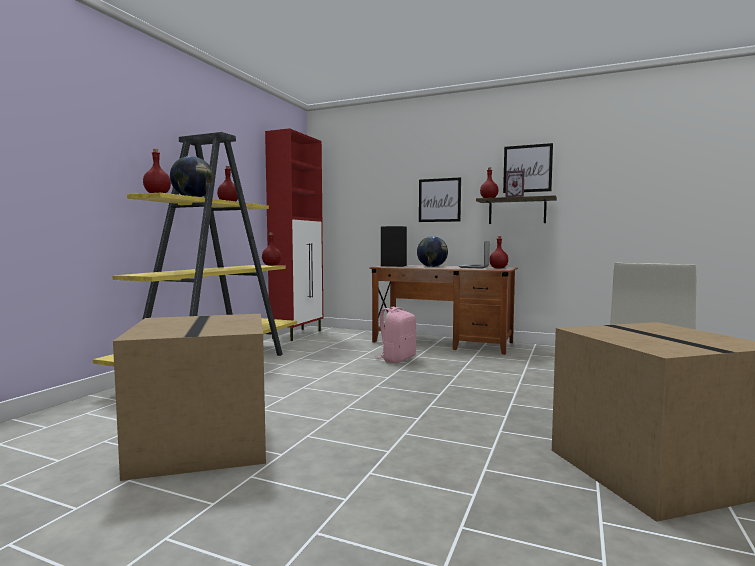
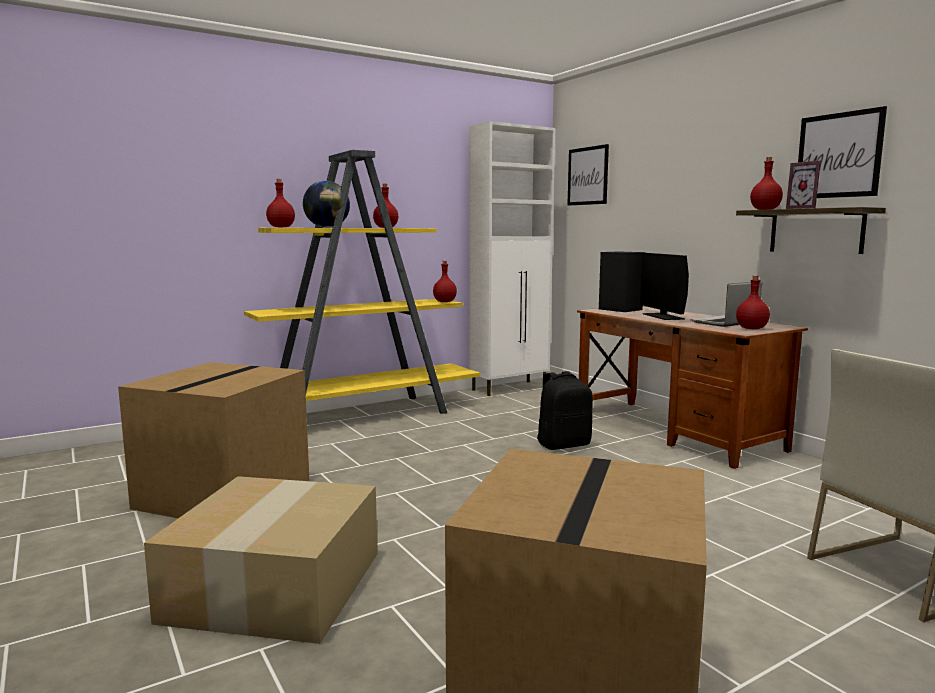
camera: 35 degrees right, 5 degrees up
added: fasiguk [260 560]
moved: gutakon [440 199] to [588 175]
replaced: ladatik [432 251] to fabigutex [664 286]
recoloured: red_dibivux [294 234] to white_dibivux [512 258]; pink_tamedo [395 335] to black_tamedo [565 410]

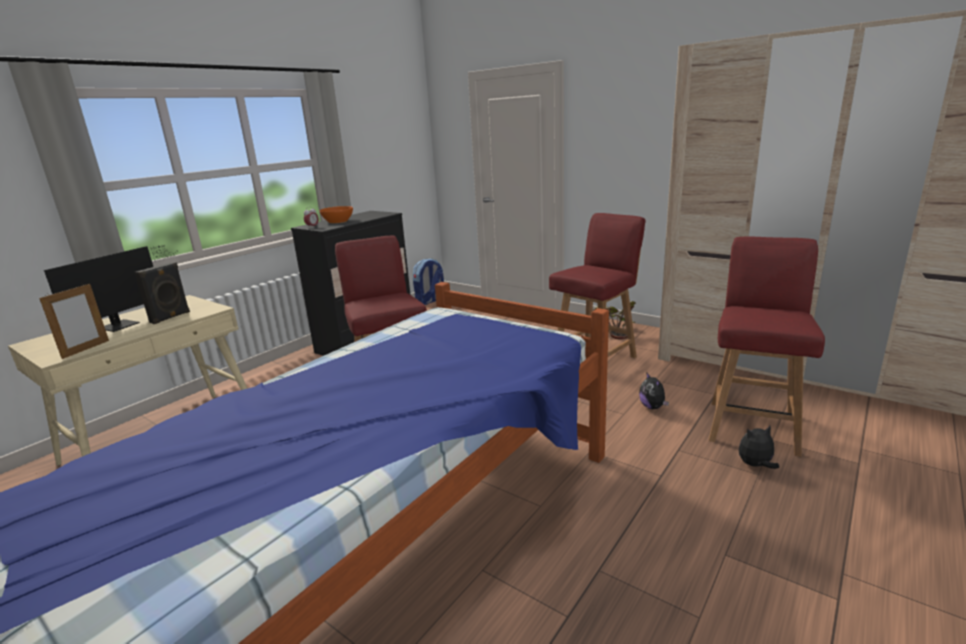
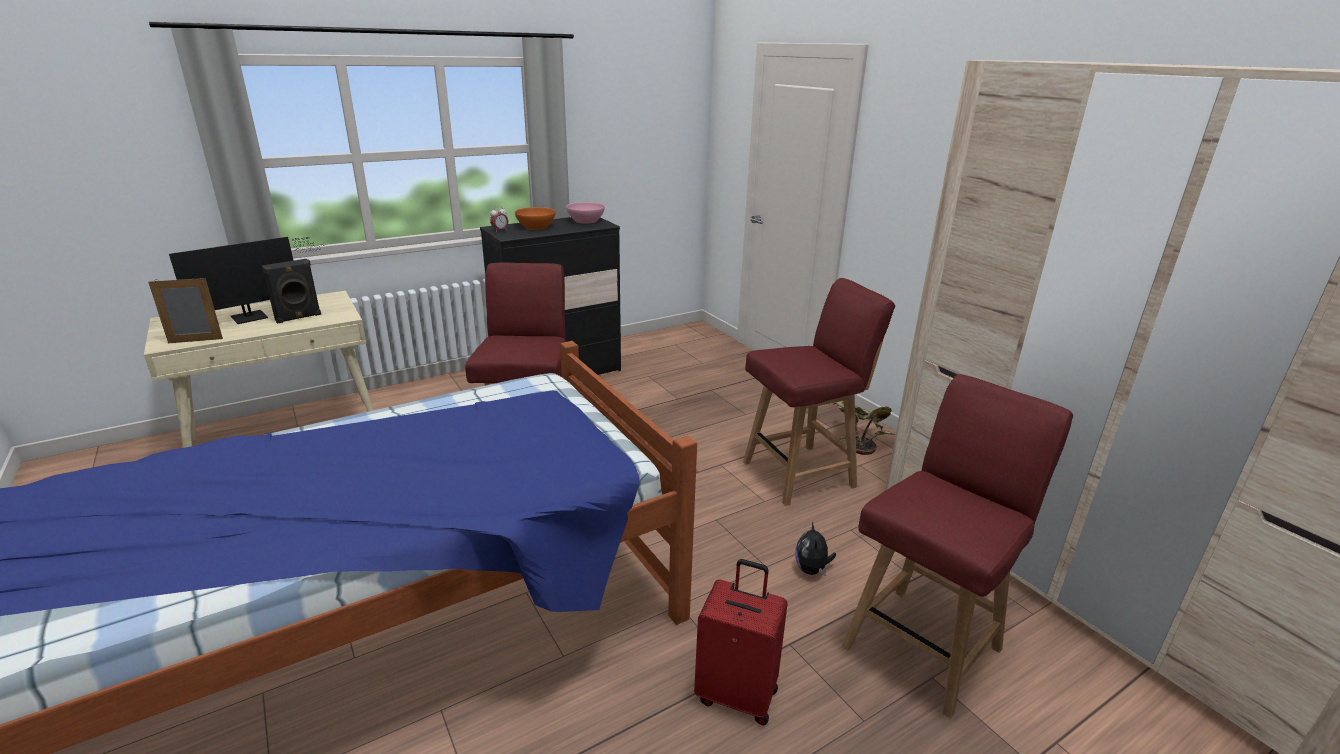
camera: 20 degrees right, 5 degrees up
removed: tamedo [428 281]; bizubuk [759 447]
added: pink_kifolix [585 213]; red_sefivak [741 642]
turned: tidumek [74 321] = [185 310] 150 degrees counterclockwise

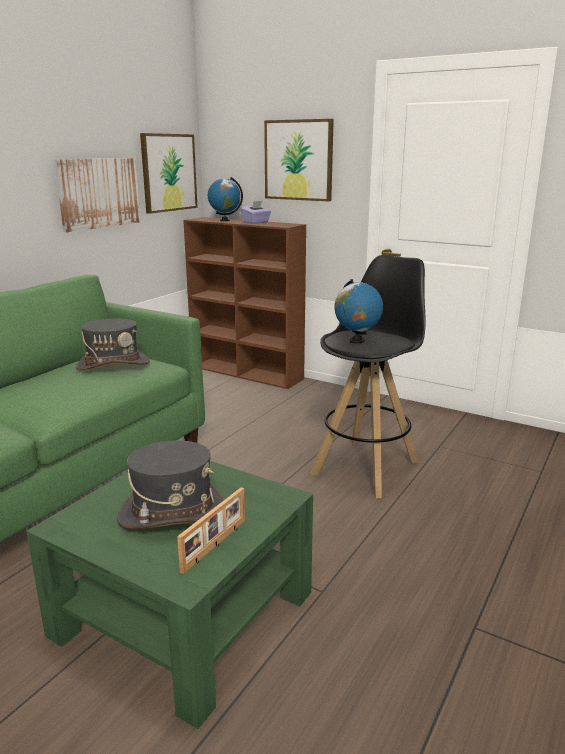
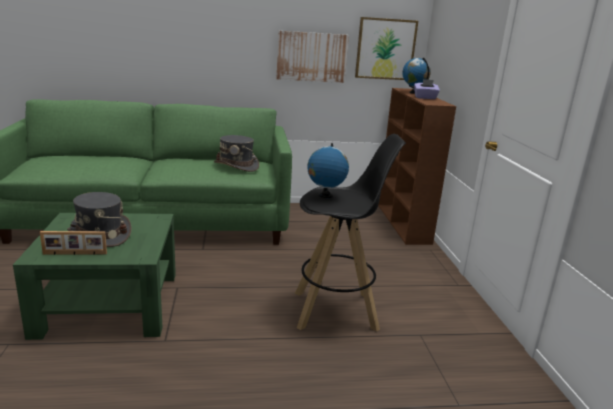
camera: 50 degrees right, 0 degrees up
removed: gutakon [299 160]

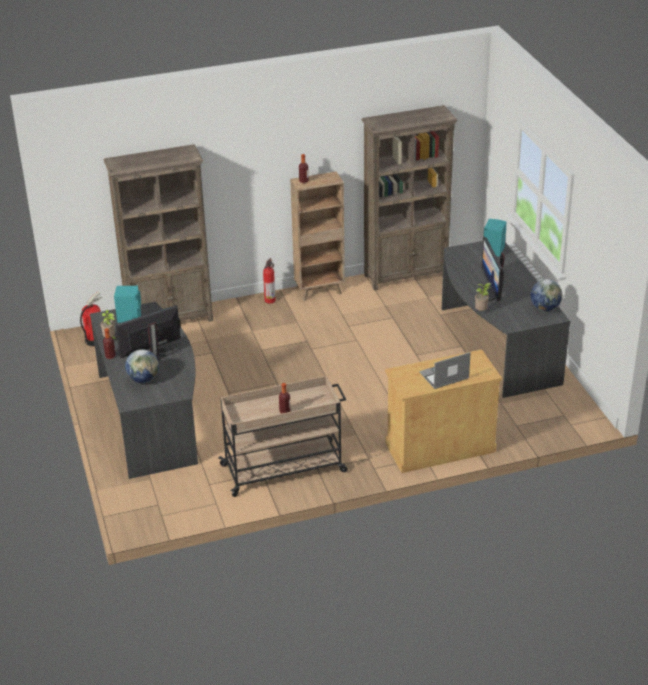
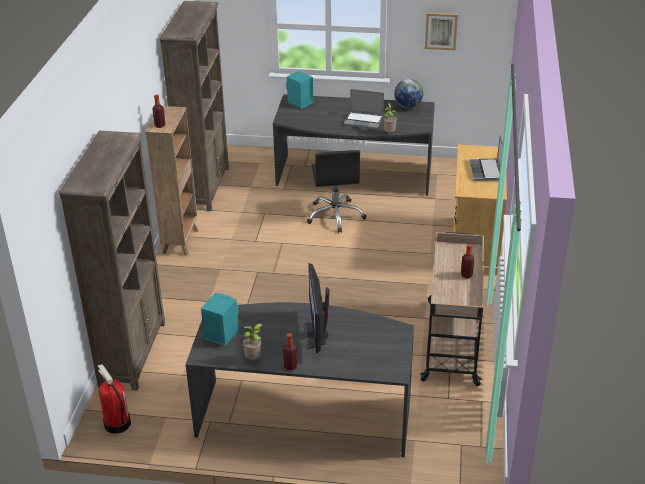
camera: 65 degrees left, 0 degrees up
removed: ladatik [142 366]; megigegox [269 281]
added: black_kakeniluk [337 191]; gutakon [441 31]
replaced: fabigutex [493 269] to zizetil [364 109]

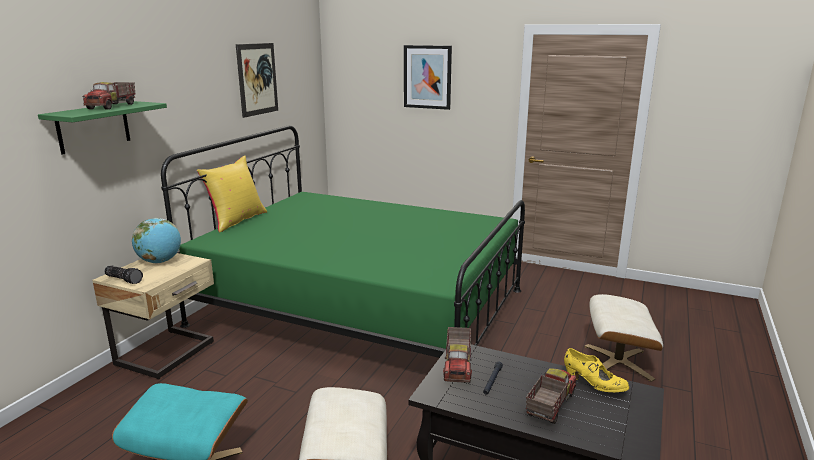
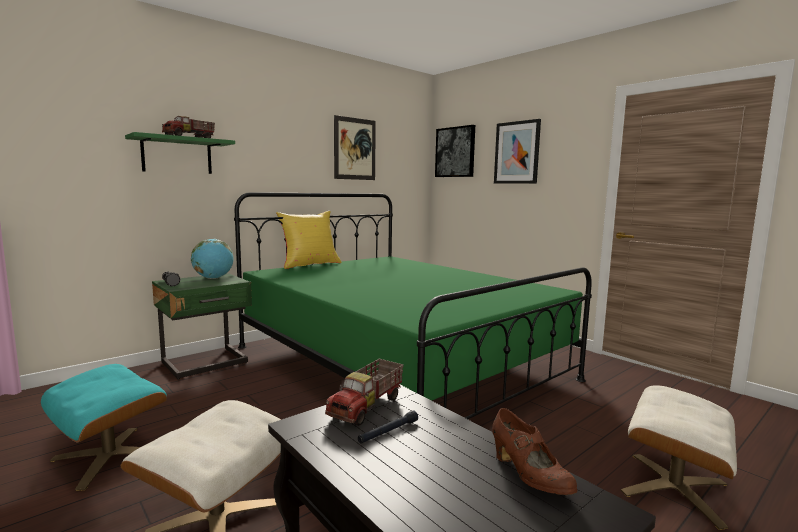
camera: 25 degrees right, 10 degrees down
removed: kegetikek [551 396]
added: gutakon [455 151]
recoloured: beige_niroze [153 316] to green_niroze [202 326]; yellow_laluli [596 370] to brown_laluli [534 451]

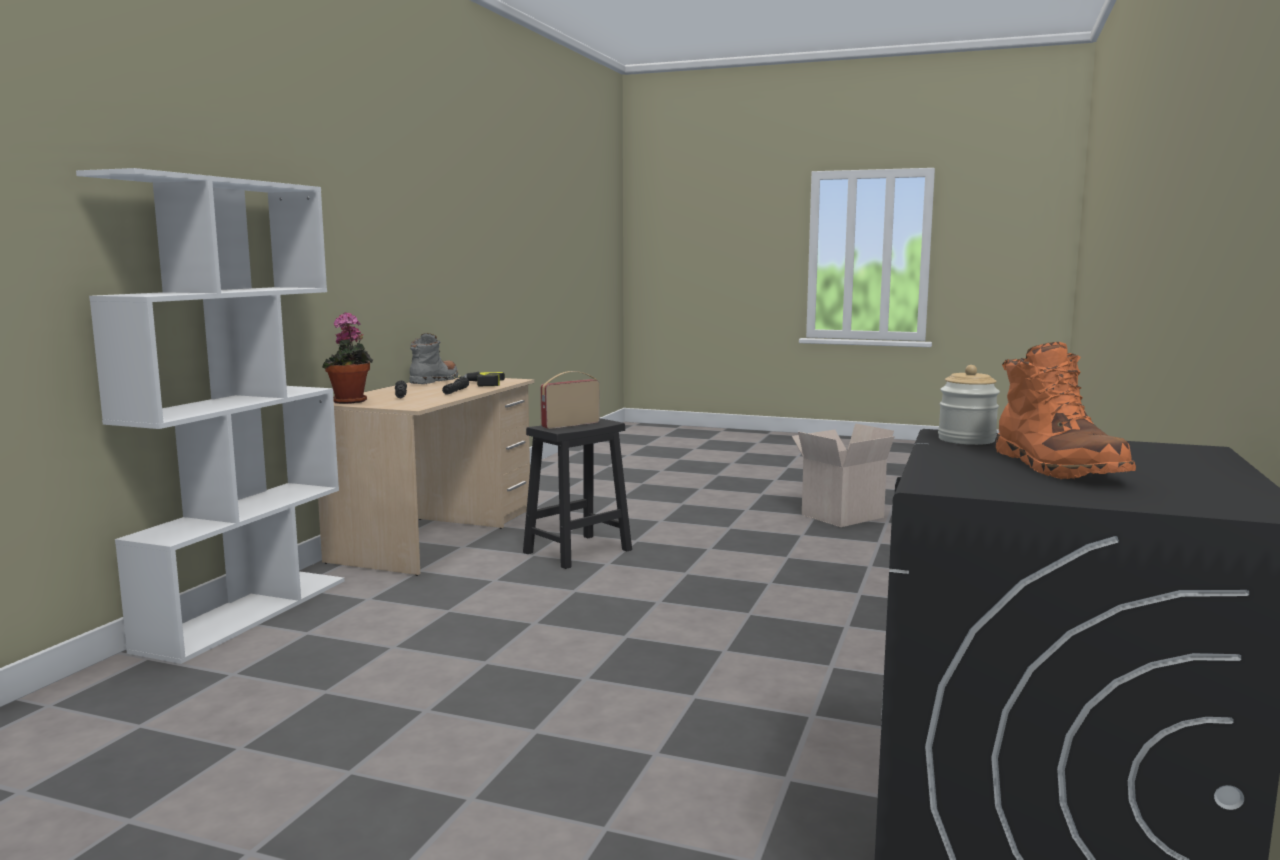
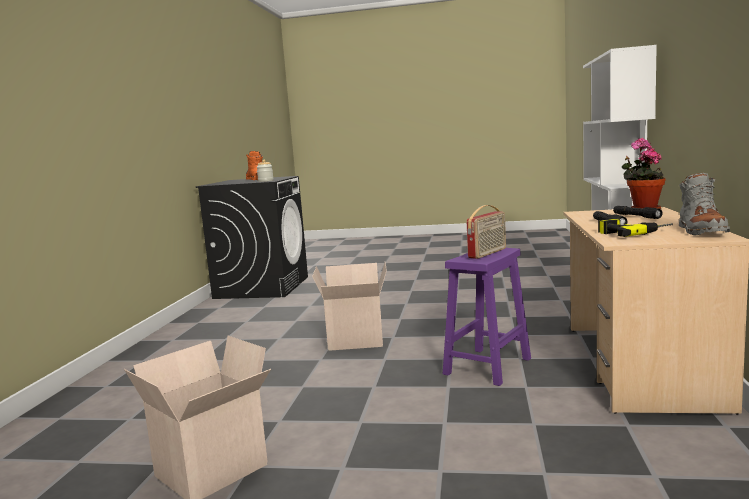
camera: 170 degrees right, 0 degrees up
added: fasiguk [349 307]
recoloured: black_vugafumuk [577 493] to purple_vugafumuk [487 317]

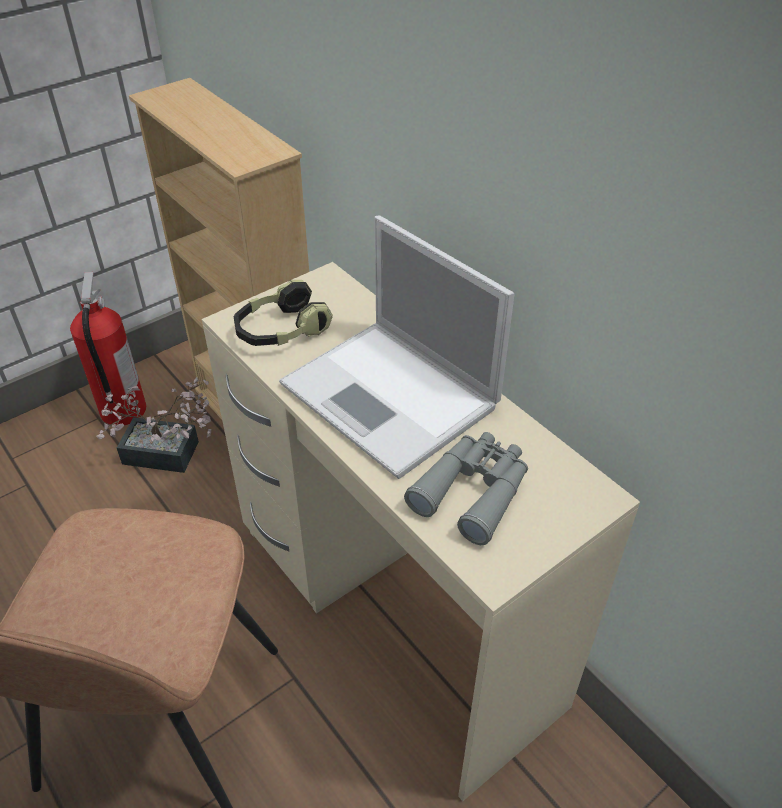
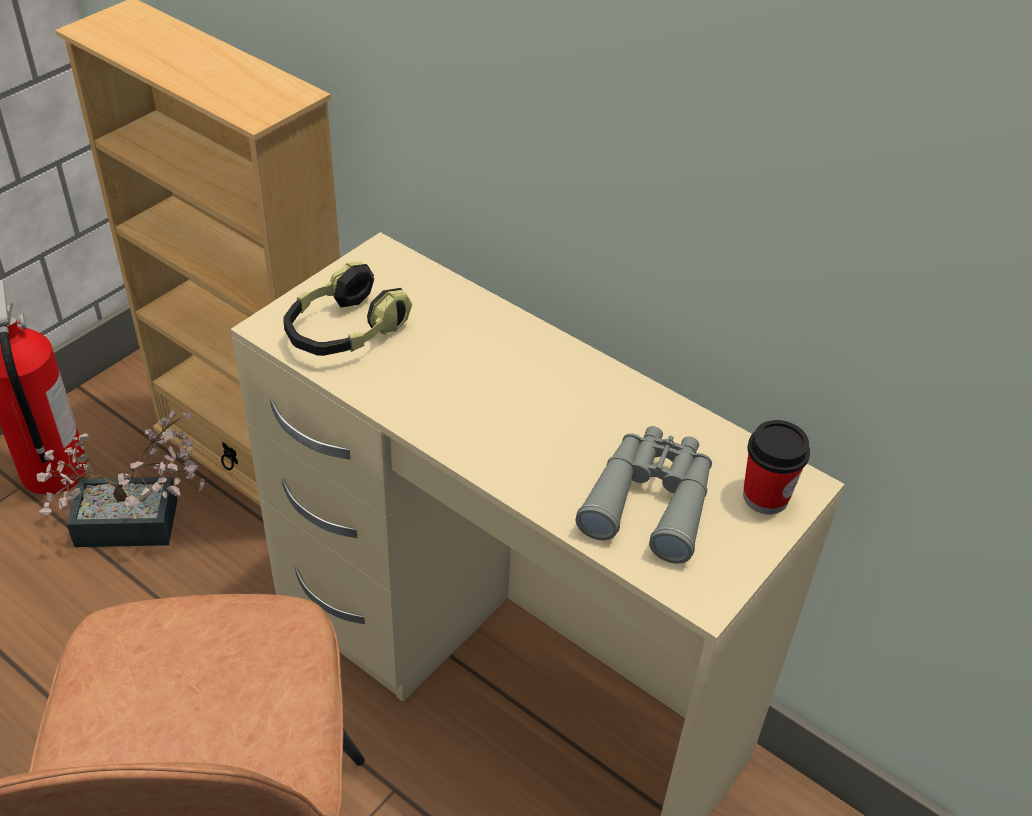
camera: 15 degrees left, 0 degrees up
removed: zizetil [396 347]
added: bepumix [776 467]

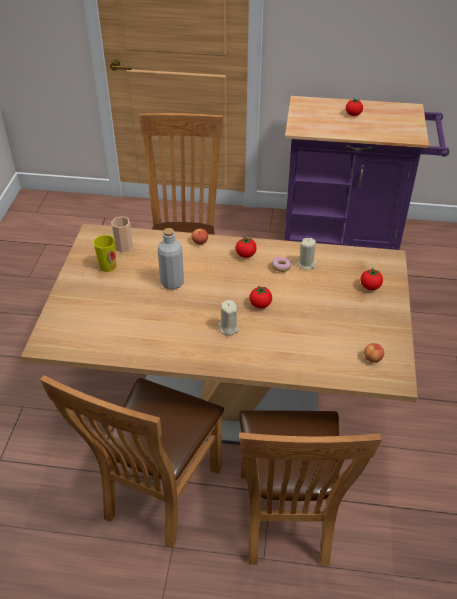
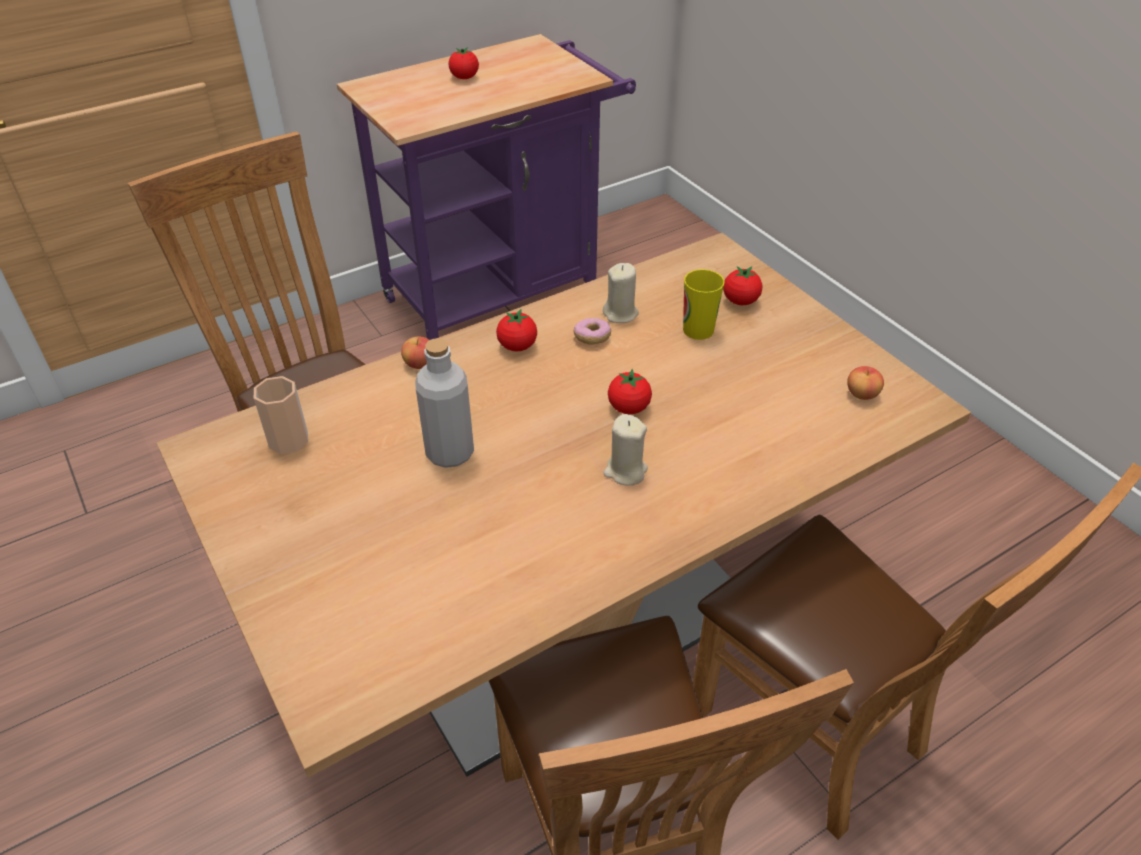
camera: 40 degrees left, 0 degrees up
moved: bepumix [104 253] to [704 304]

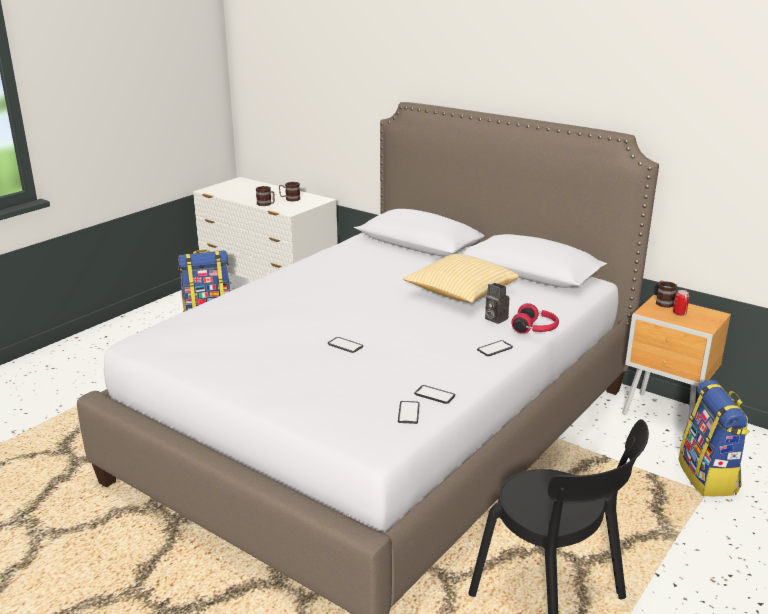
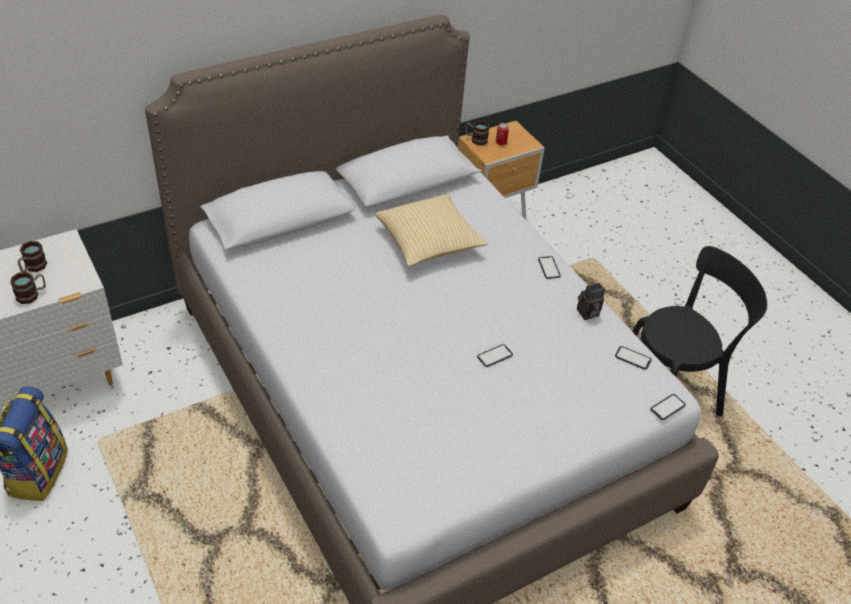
camera: 70 degrees left, 20 degrees up
removed: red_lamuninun [535 318]; tamedo [714 438]
moved: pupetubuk [434 394] to [668 407]; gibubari [497 303] to [591 301]

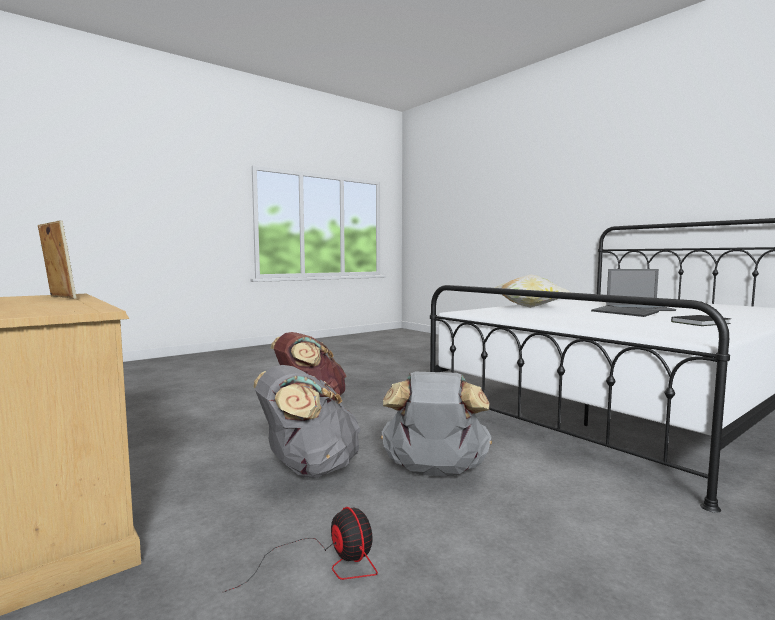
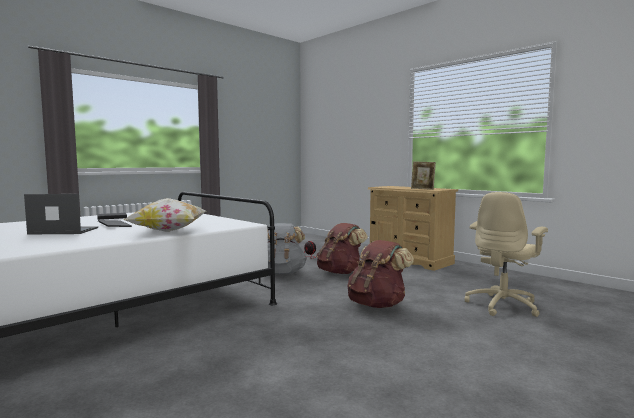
camera: 175 degrees right, 0 degrees up
added: beige_kakeniluk [506 254]
recoloured: grey_tamedo [307 421] to brown_tamedo [342 248]

